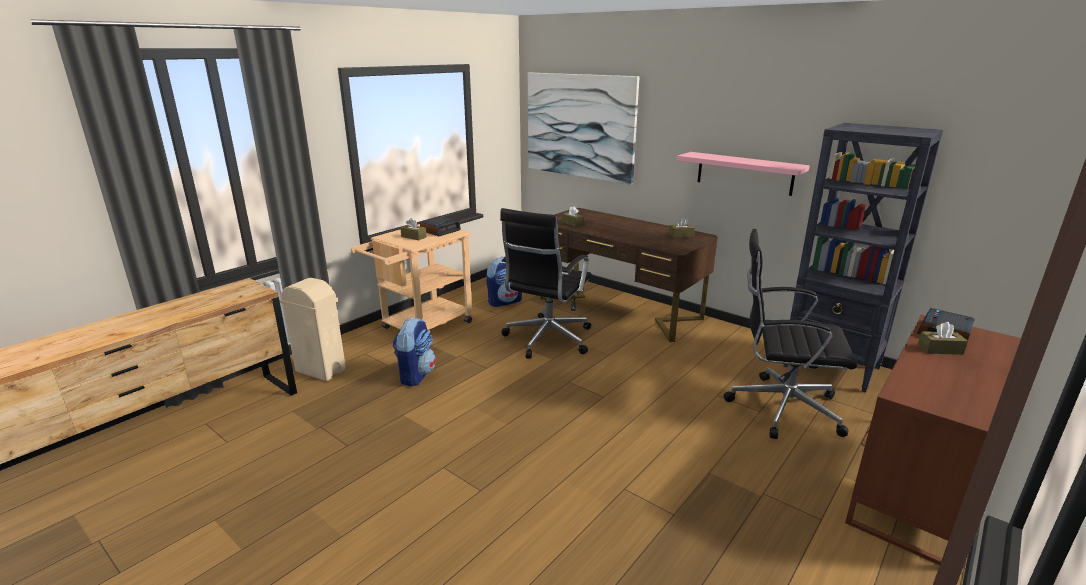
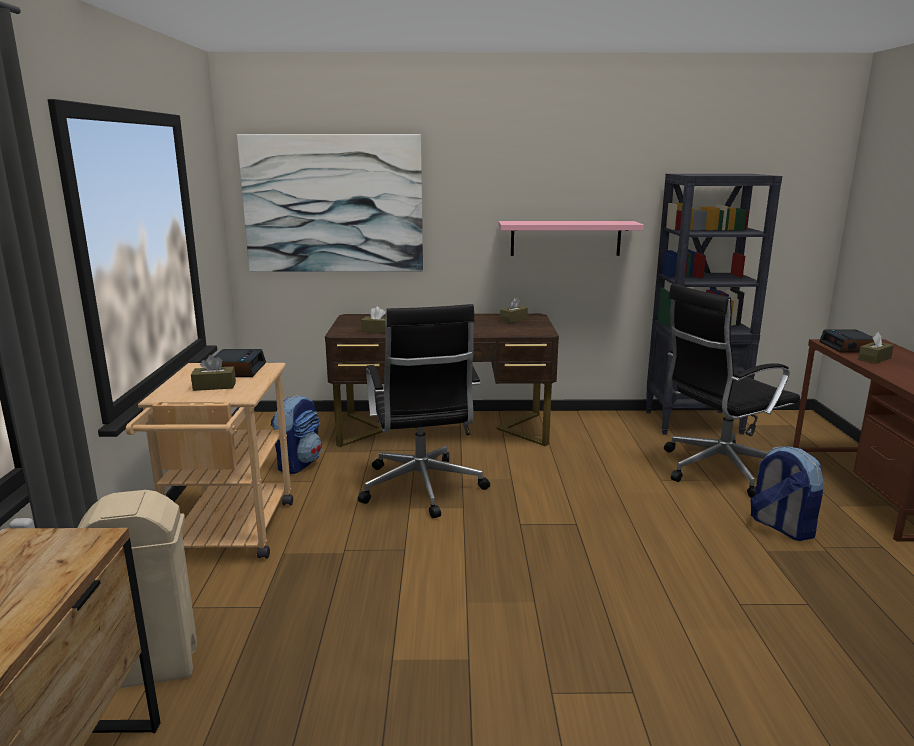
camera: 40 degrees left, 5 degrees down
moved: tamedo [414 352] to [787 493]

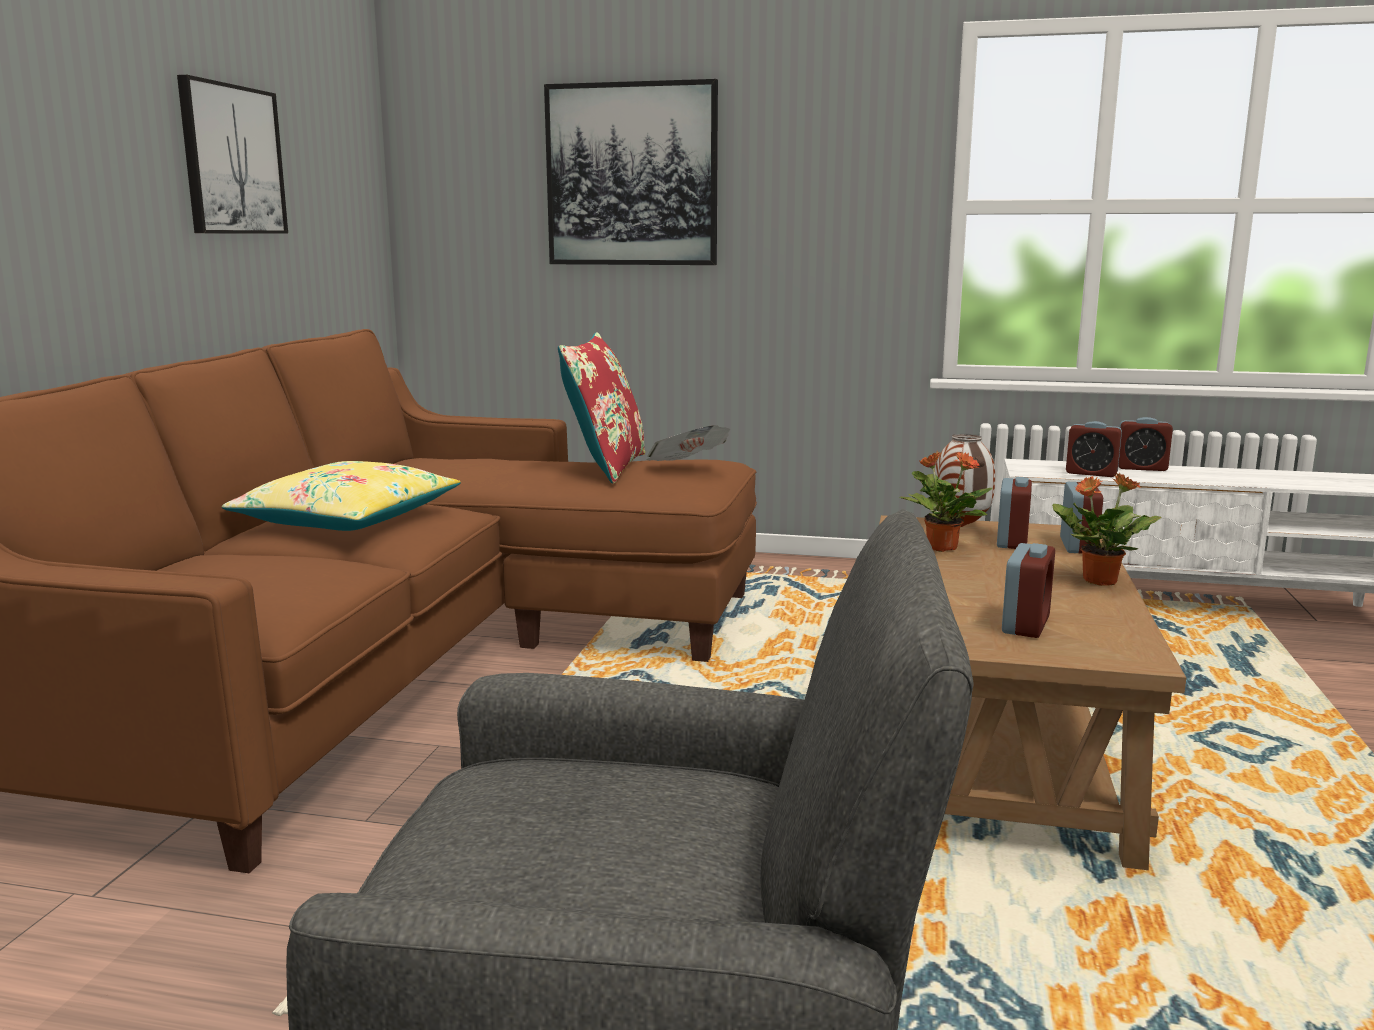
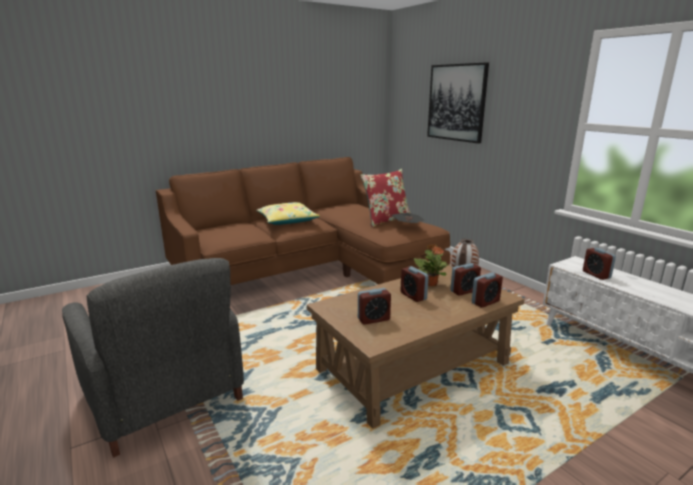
camera: 45 degrees right, 5 degrees up
removed: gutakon [232 154]; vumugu [1106 529]
moved: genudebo [1145 444] to [414 284]

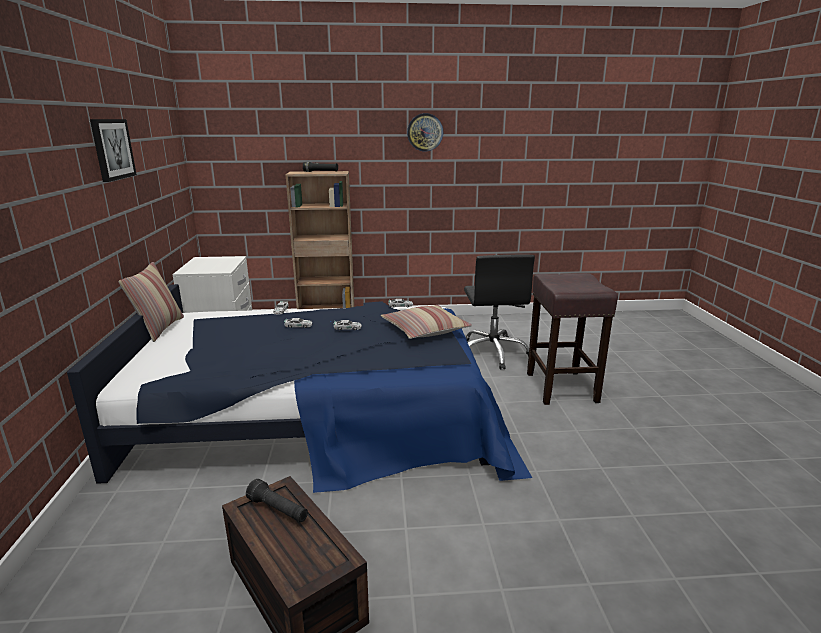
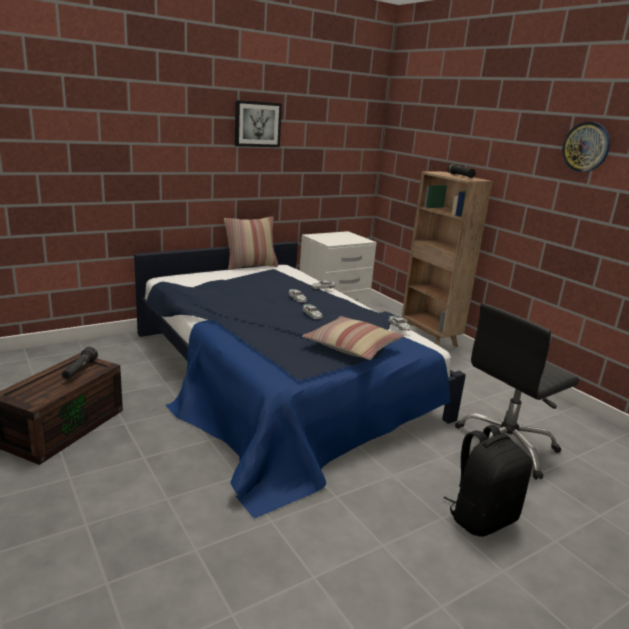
camera: 60 degrees right, 0 degrees up
replaced: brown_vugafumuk [572 339] to black_tamedo [488 481]

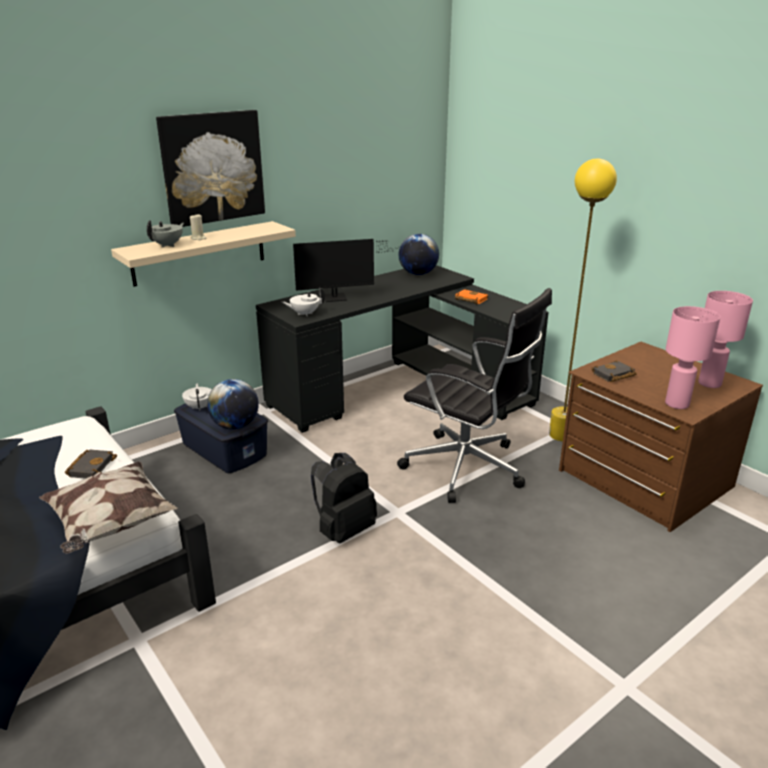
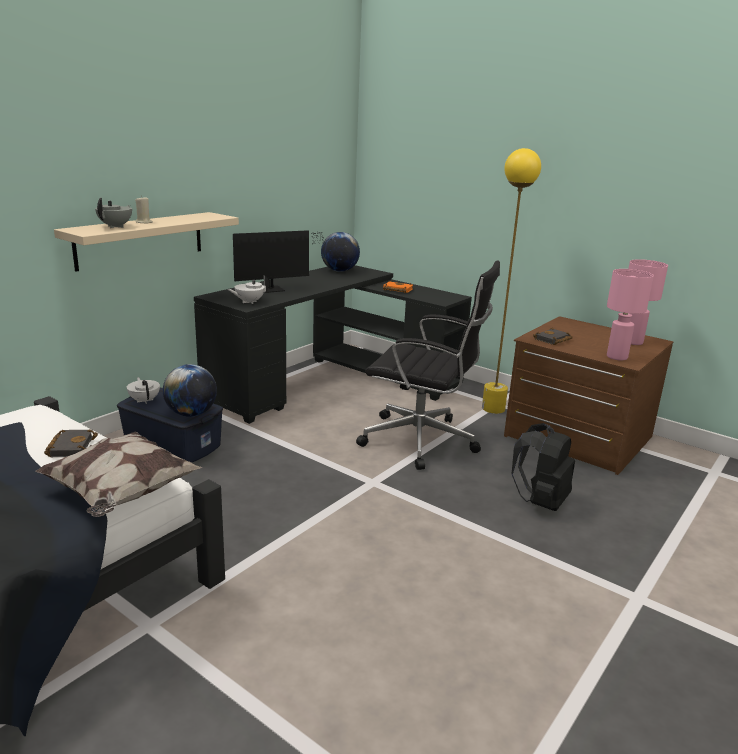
camera: 15 degrees left, 5 degrees down
removed: gutakon [210 168]
moved: black_tamedo [344 498] to [543 467]

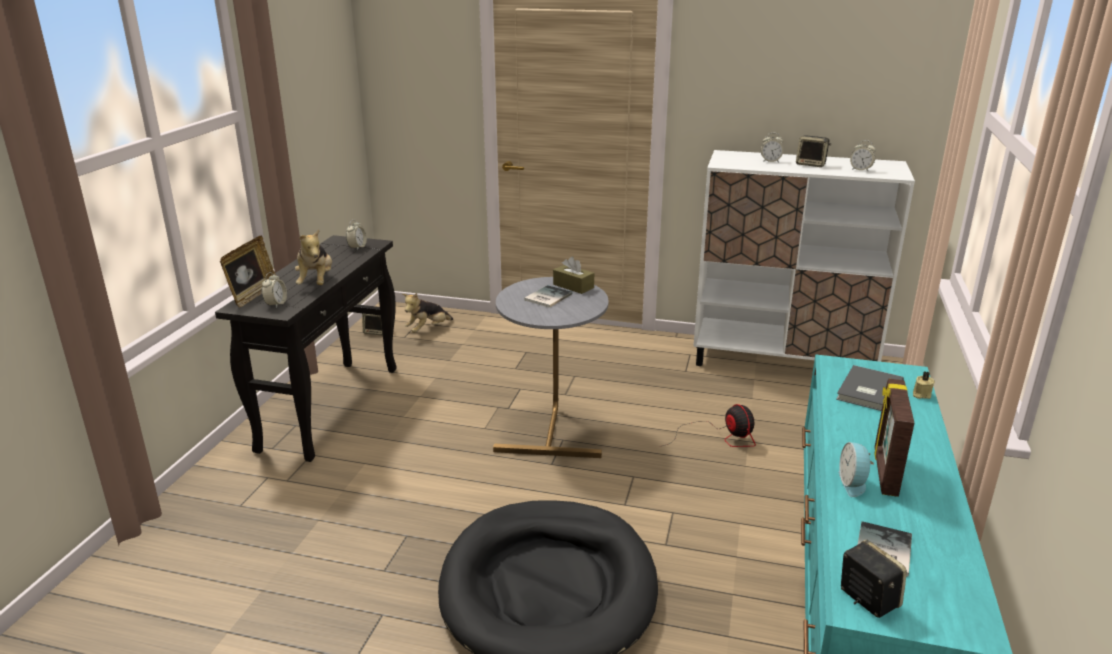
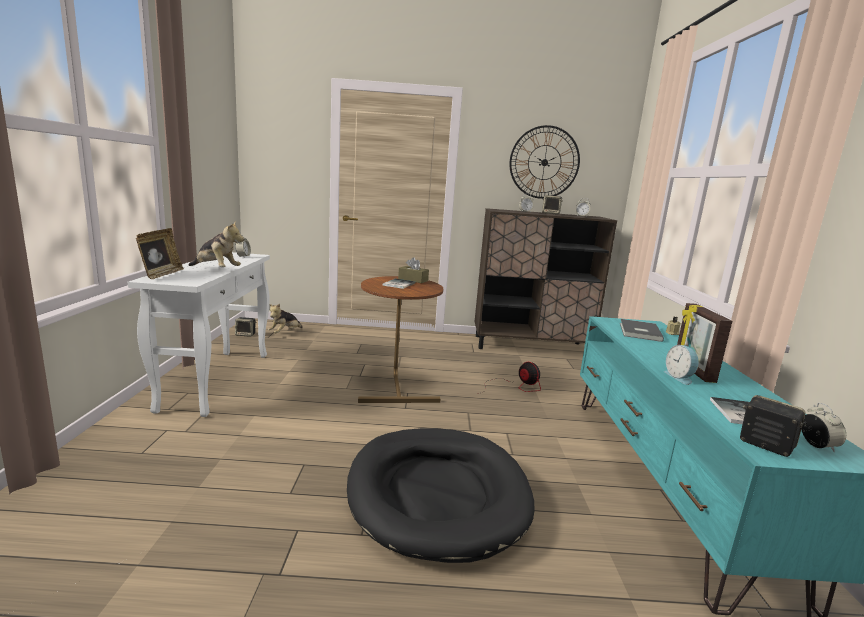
camera: 15 degrees left, 10 degrees down
added: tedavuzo [544 162]
moved: genudebo [274 290] to [823 427]
recoloured: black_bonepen [306 348] to white_bonepen [199 334]; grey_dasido [550 367] to brown_dasido [400 339]; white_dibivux [804 258] to brown_dibivux [546 278]
turned: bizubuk [313 257] = [216 244] 45 degrees counterclockwise

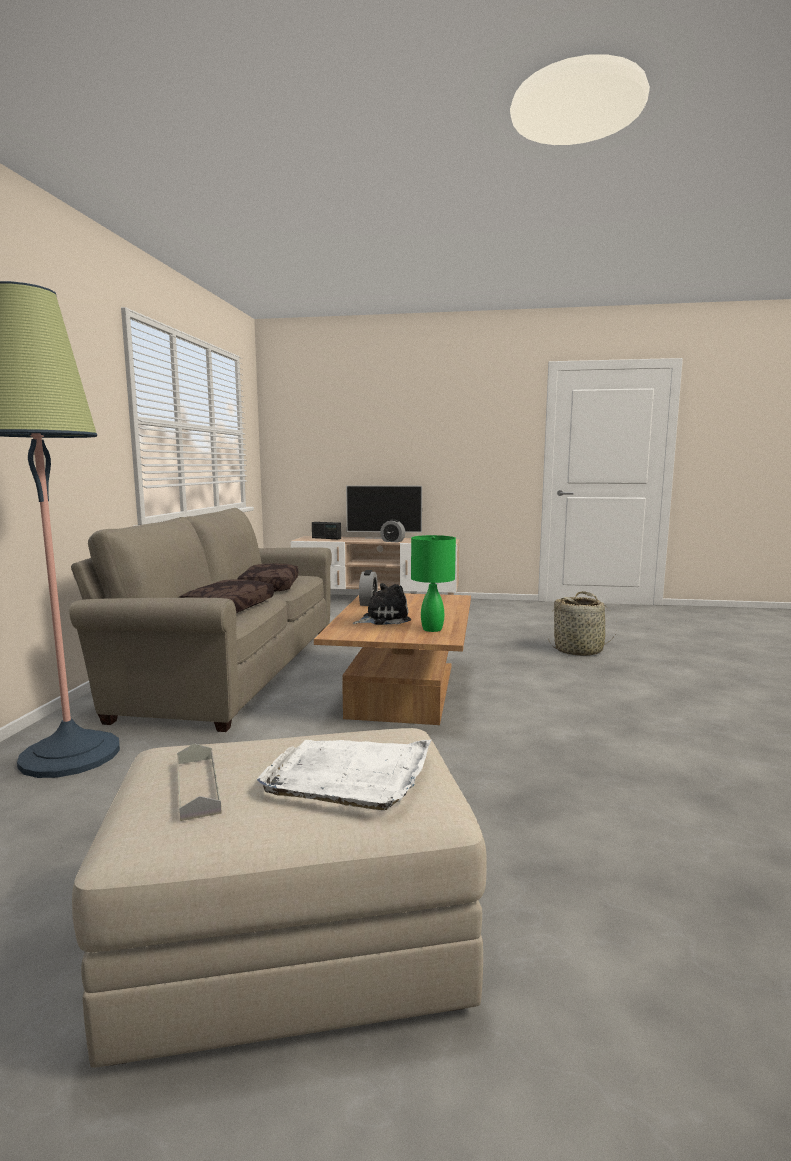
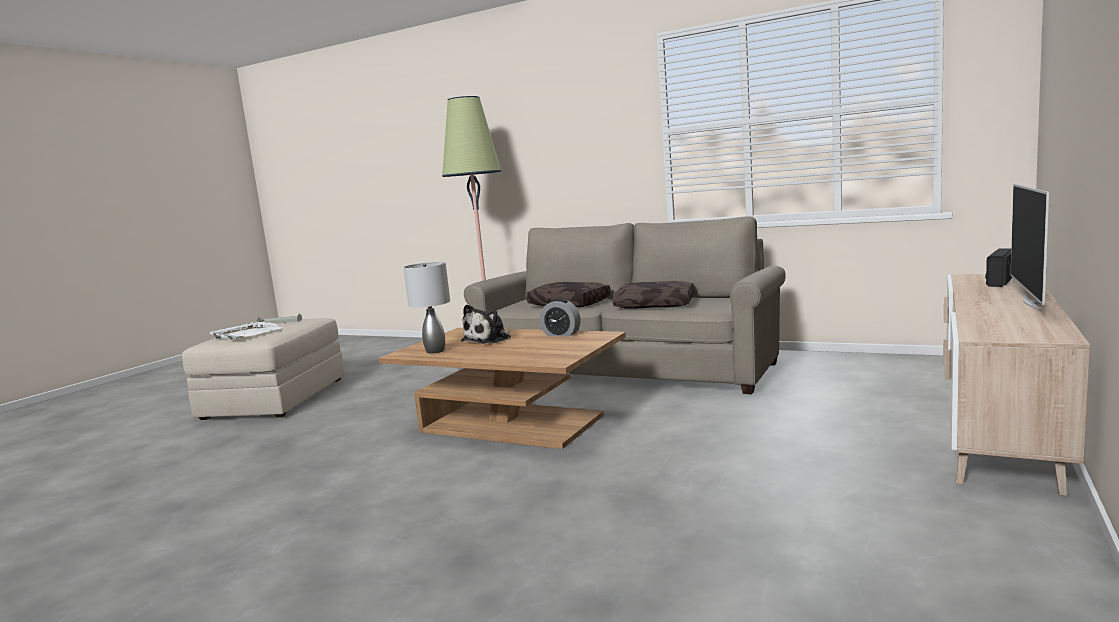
camera: 110 degrees right, 0 degrees up
removed: genudebo [392 531]; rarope [582 623]
recoloured: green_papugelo [433 583] to grey_papugelo [426 308]
turned: bizubuk [381 604] = [486 324] 45 degrees clockwise

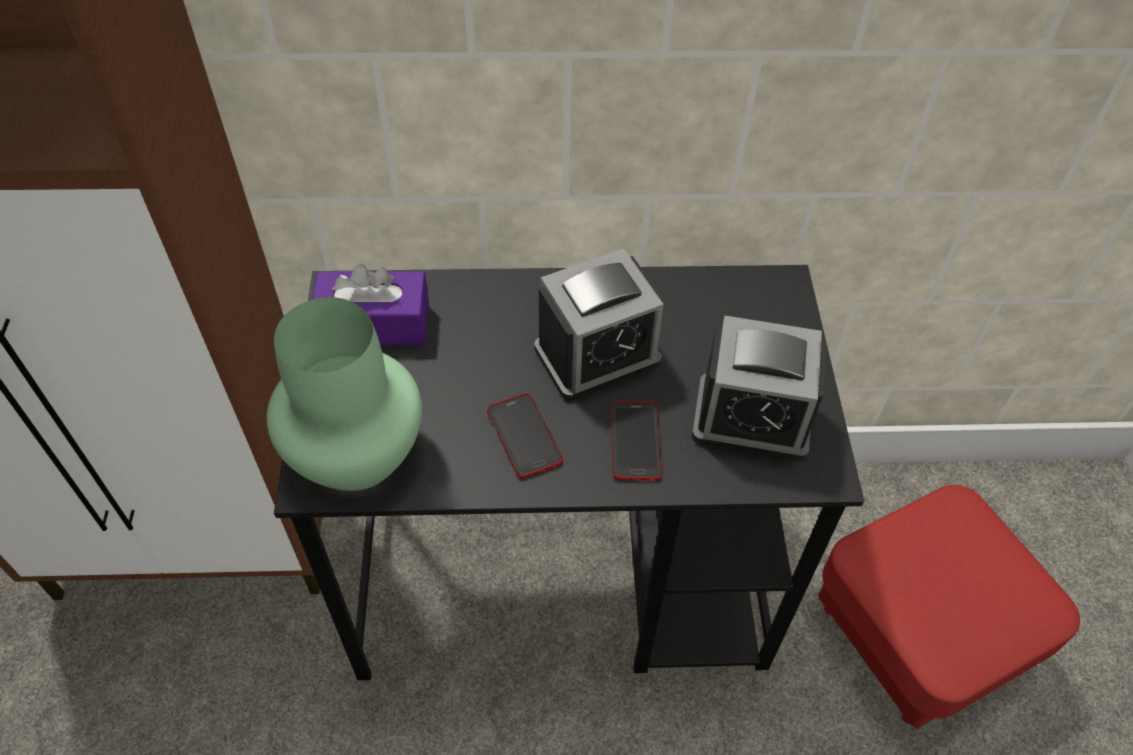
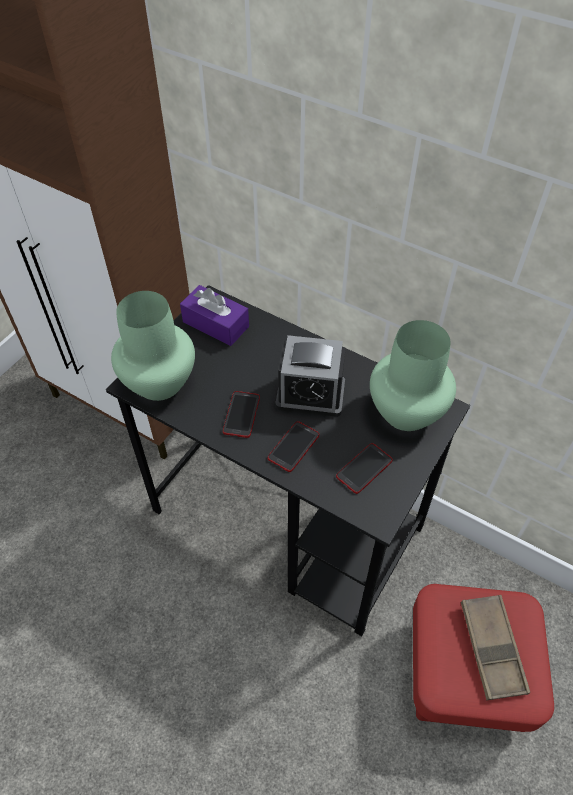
camera: 35 degrees right, 0 degrees up
added: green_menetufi [413 375]; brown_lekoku [495 647]
replaced: genudebo [759 388] to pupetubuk [364 468]

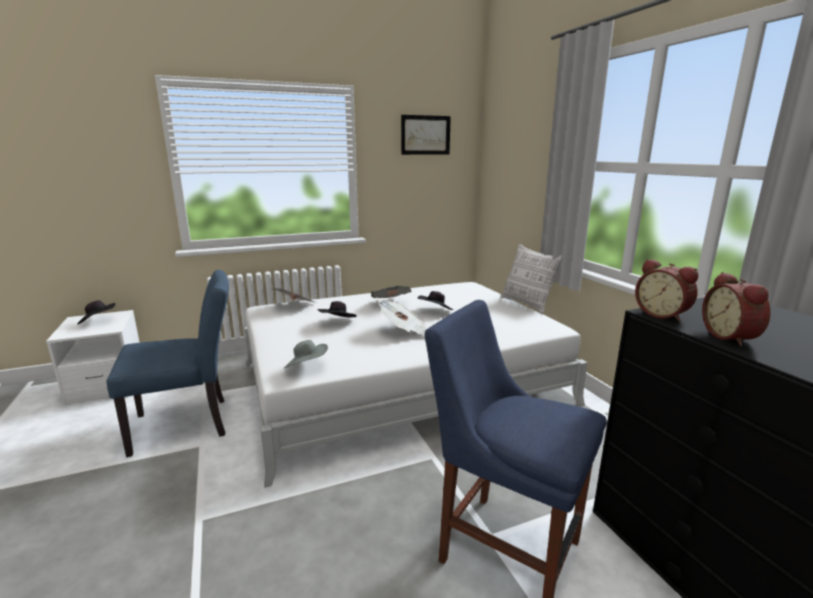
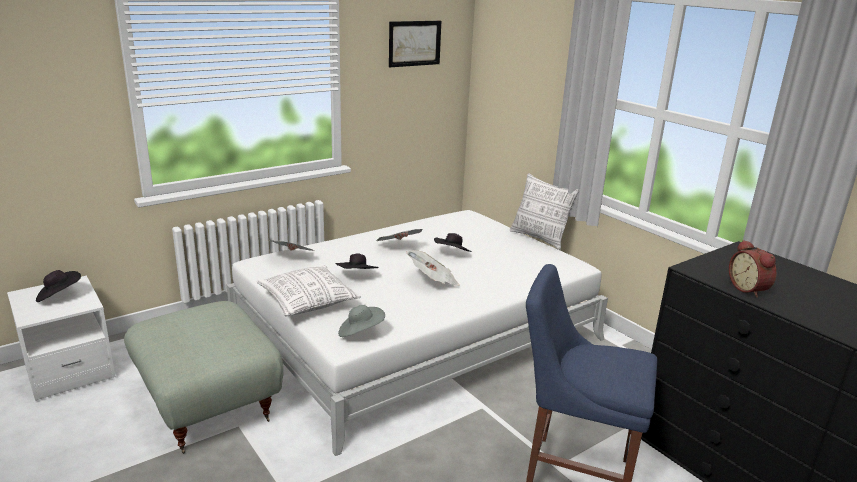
camera: 15 degrees left, 5 degrees up
removed: genudebo [666 290]
added: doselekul [309 290]
replaced: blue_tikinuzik [168 363] to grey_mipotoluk [203 377]

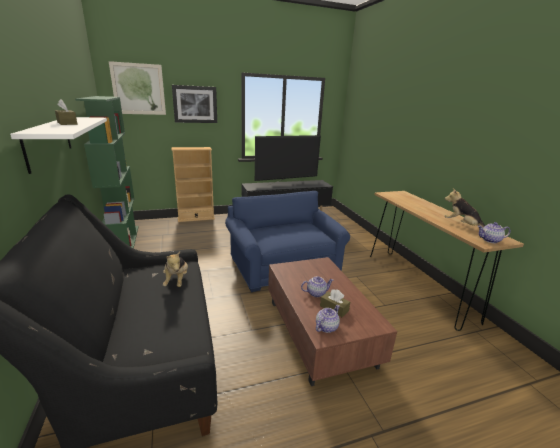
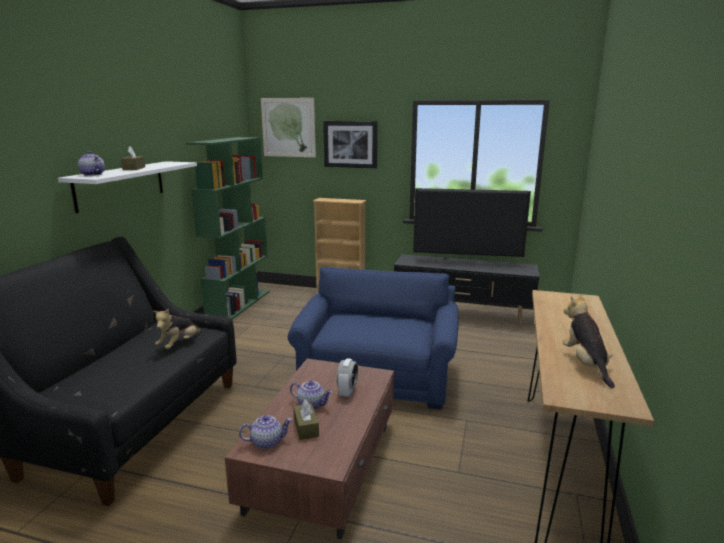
camera: 35 degrees right, 5 degrees down
added: genudebo [347 378]
moved: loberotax [494 232] to [91 163]

